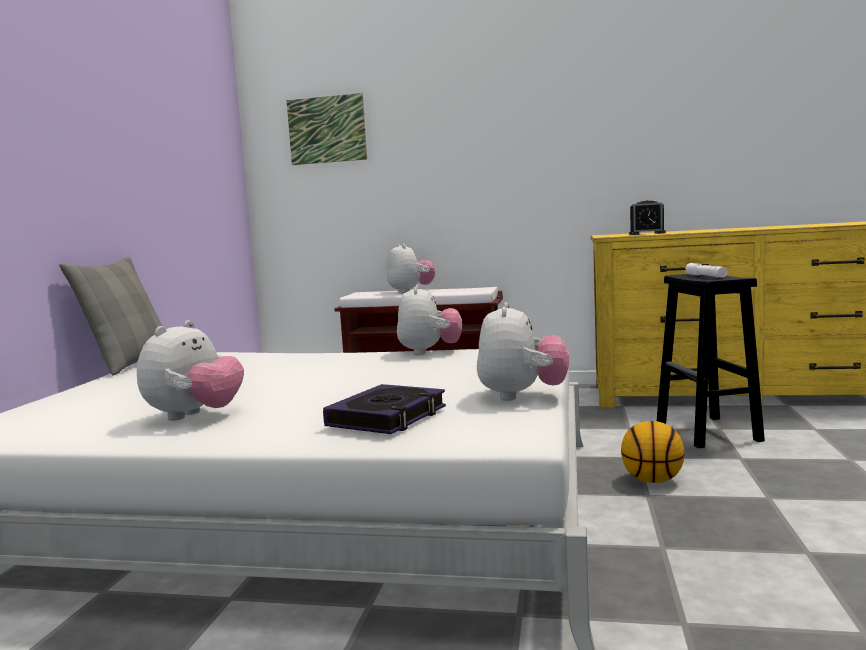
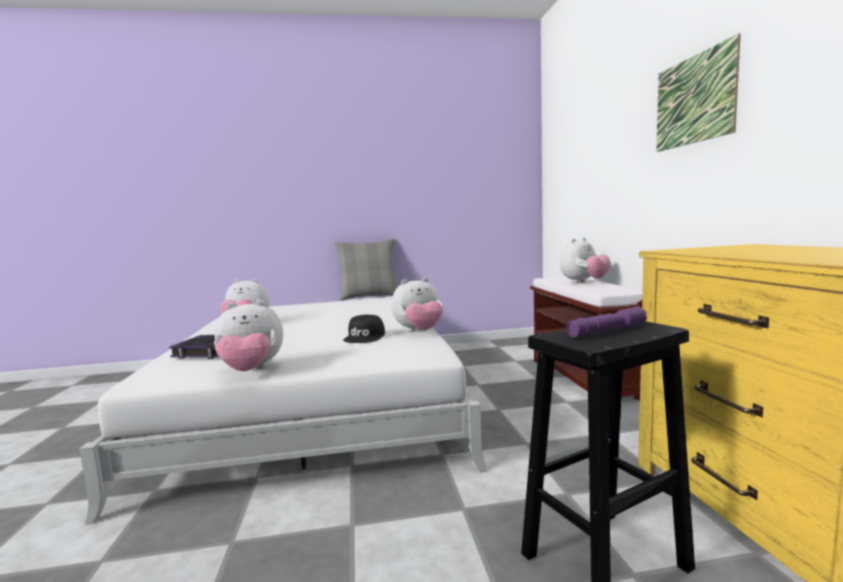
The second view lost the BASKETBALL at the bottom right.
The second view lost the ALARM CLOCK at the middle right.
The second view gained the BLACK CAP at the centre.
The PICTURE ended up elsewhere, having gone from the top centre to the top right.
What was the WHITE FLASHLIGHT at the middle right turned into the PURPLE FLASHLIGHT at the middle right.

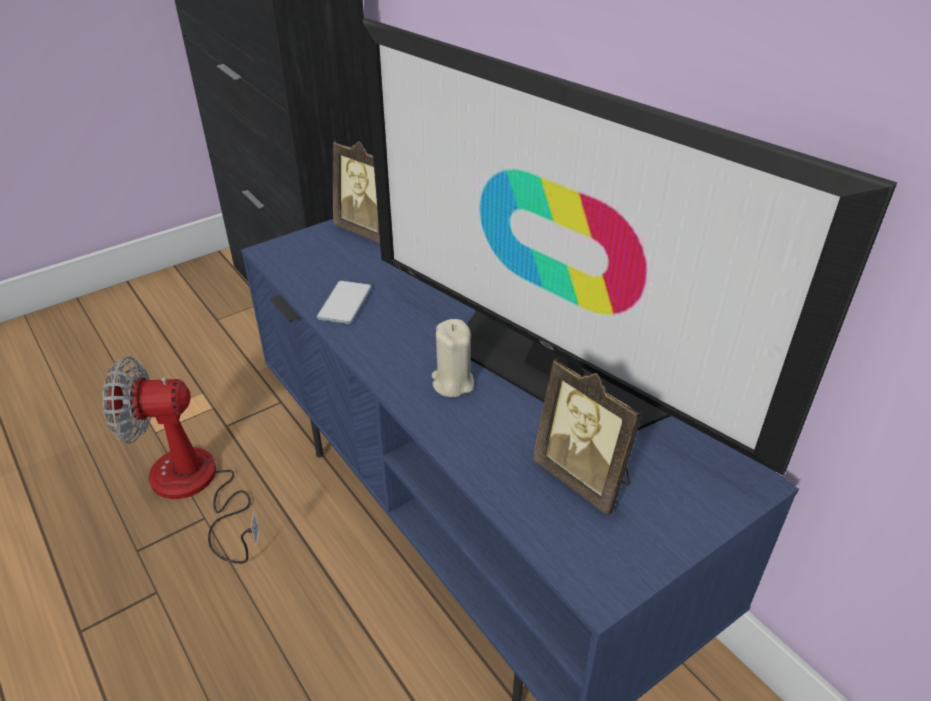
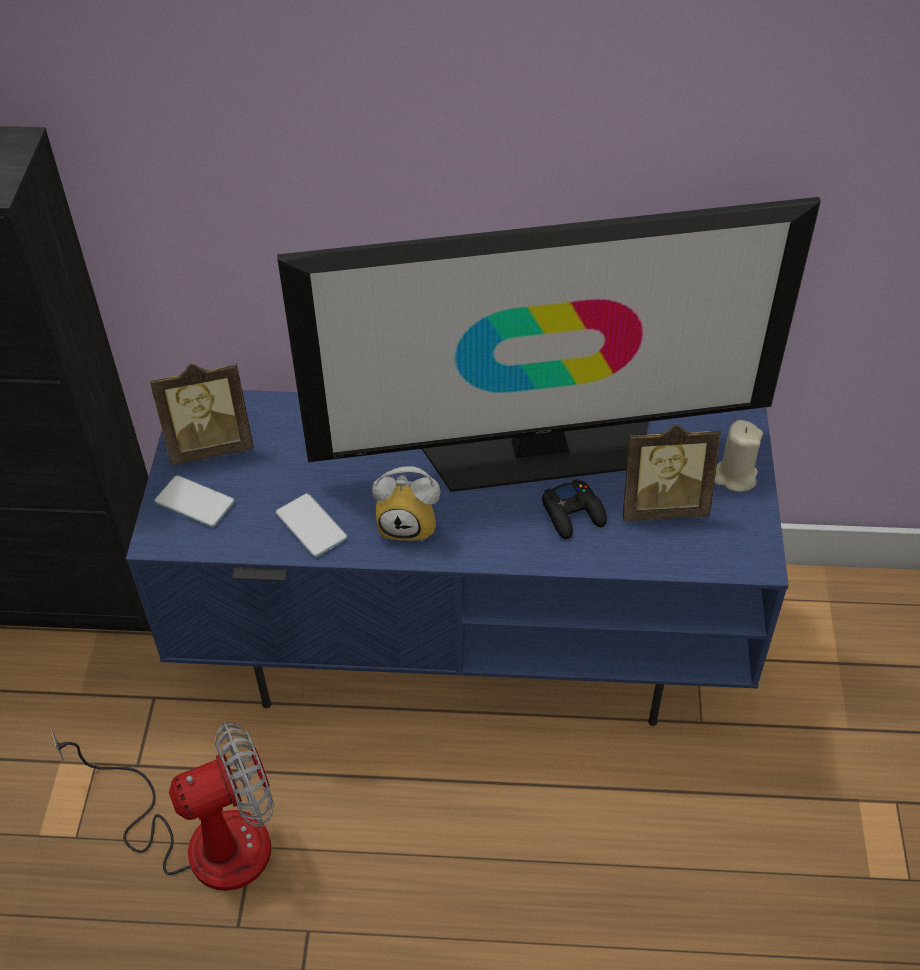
The second view gained the PHONE (1st from left) at the middle left.
The second view gained the ALARM CLOCK at the centre.
The second view gained the BLACK GAME CONTROLLER at the centre.
The BEIGE CANDLE ended up elsewhere, having gone from the centre to the middle right.
The FAN at the middle left ended up facing another way, 150 degrees counterclockwise from before.

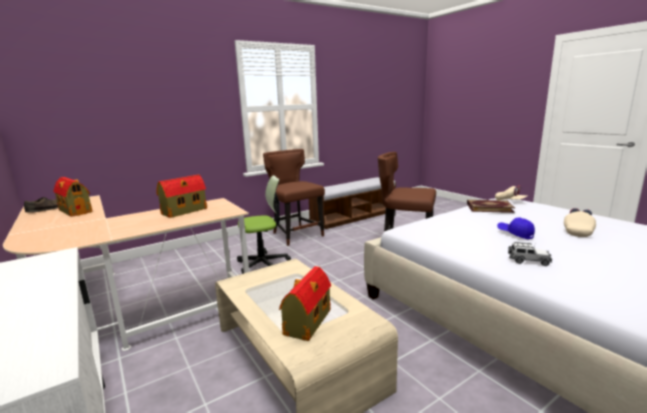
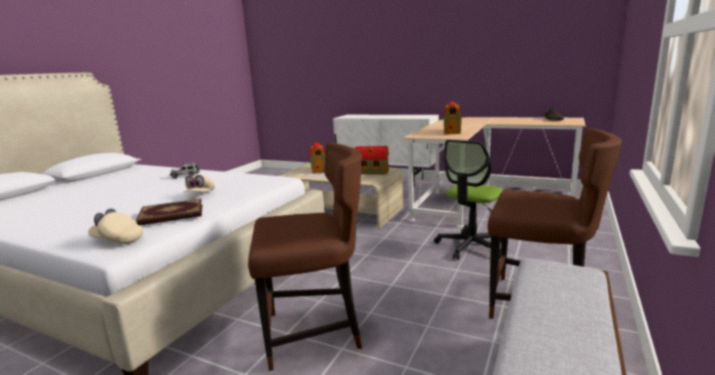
The second view lost the BLUE CAP at the middle right.
The TOY HOUSE (1st from left in the first image) ended up elsewhere, having gone from the middle left to the centre.
The BEIGE CAP (2nd from left) ended up elsewhere, having gone from the middle right to the middle left.

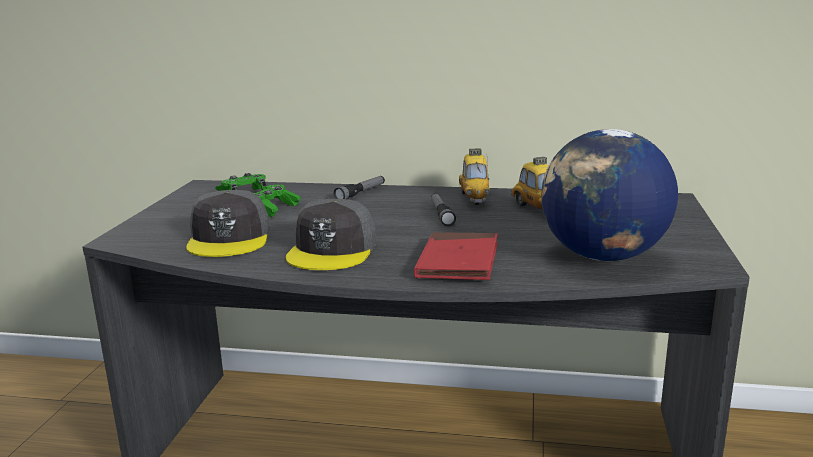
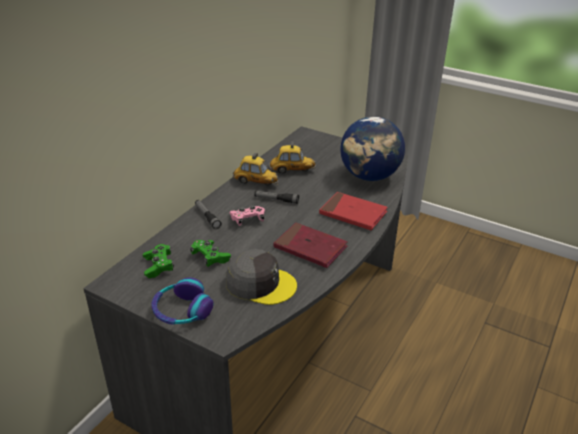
The second view gained the HEADPHONES at the bottom left.
The second view gained the PINK GAME CONTROLLER at the centre.
Where the GREY CAP (2nd from left) stood at the centre, the RED BOOK (1st from left) came to stand at the centre.

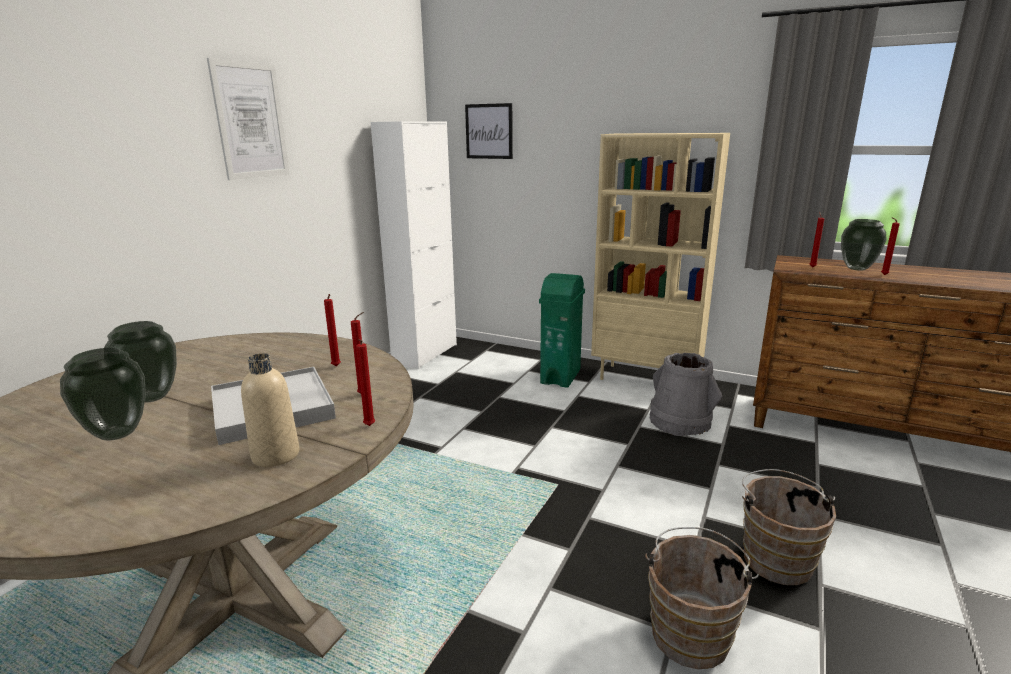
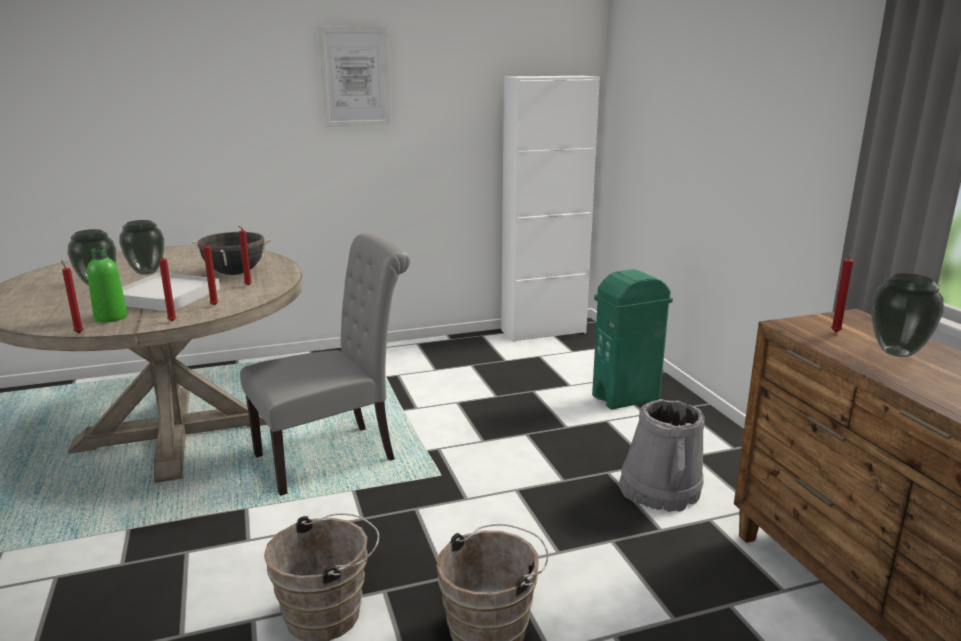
The second view lost the PICTURE (2nd from left) at the top centre.
The second view lost the BEIGE BOOKCASE at the centre.
The second view gained the BLACK COOKING POT at the middle left.
The second view gained the GREY CHAIR at the centre.
The RED CANDLE (5th from left in the first image) ended up elsewhere, having gone from the middle right to the middle left.
What was the BEIGE BOTTLE at the middle left turned into the GREEN BOTTLE at the middle left.

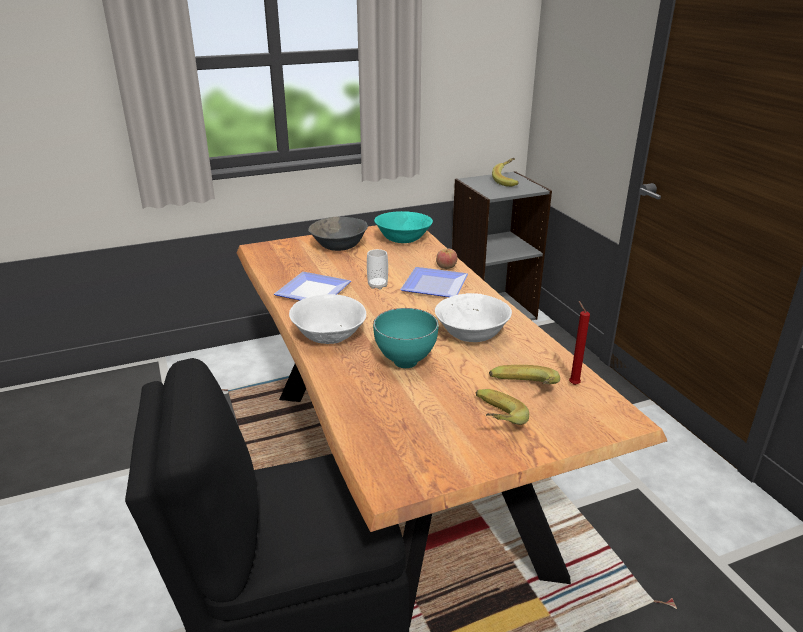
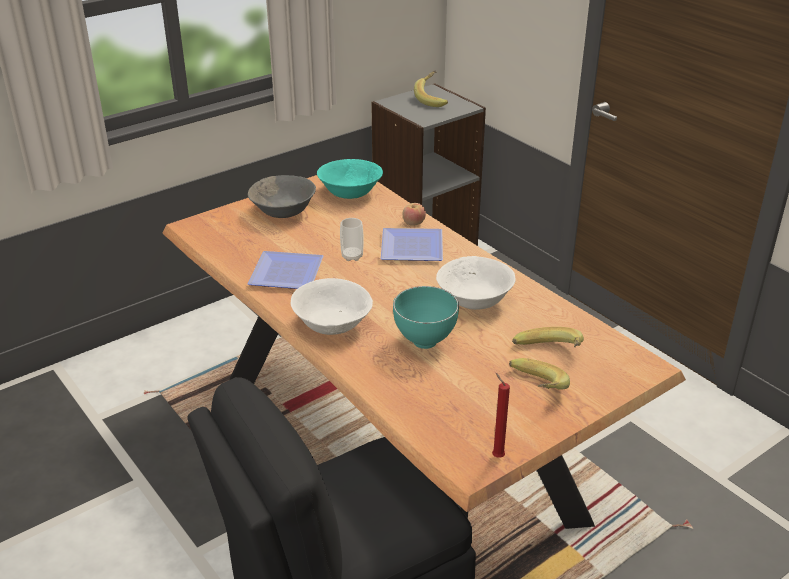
The RED CANDLE ended up elsewhere, having gone from the middle right to the bottom centre.

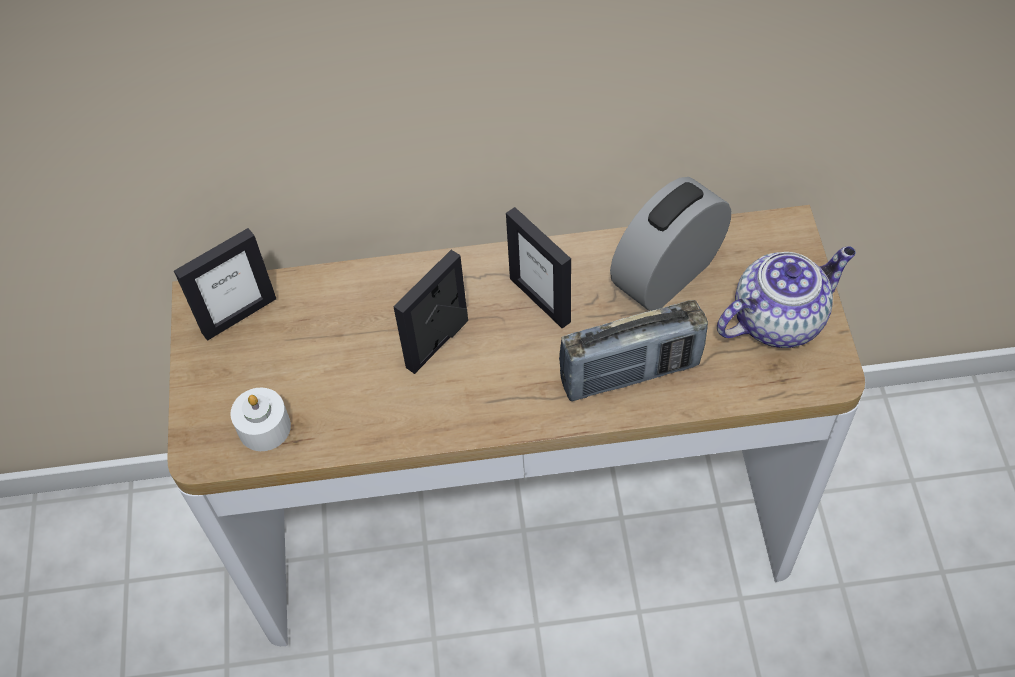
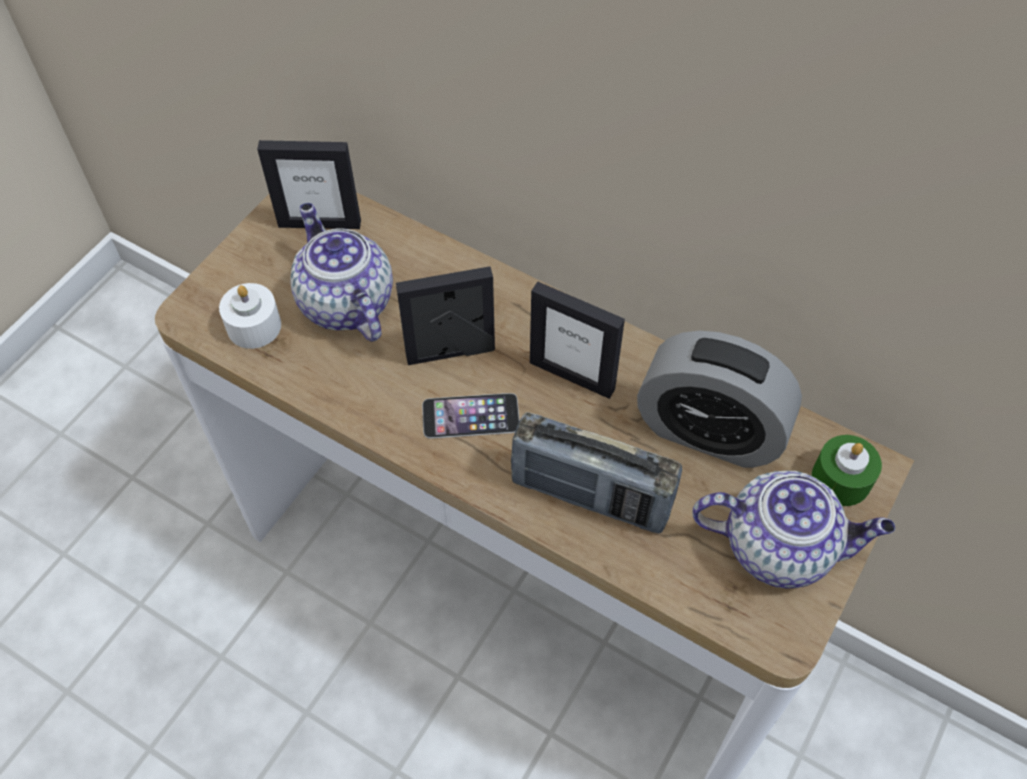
The second view gained the TEAPOT (1st from left) at the middle left.
The second view gained the PHONE at the centre.
The second view gained the GREEN CANDLE at the middle right.
The PICTURE FRAME (3rd from left) at the centre ended up facing another way, 60 degrees counterclockwise from before.
The ALARM CLOCK at the centre ended up facing another way, 150 degrees counterclockwise from before.

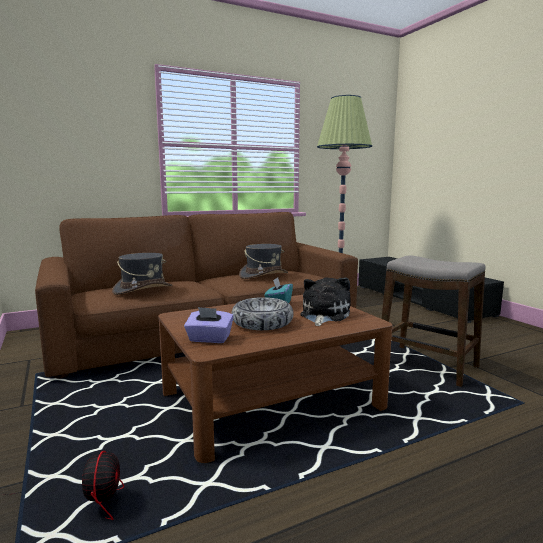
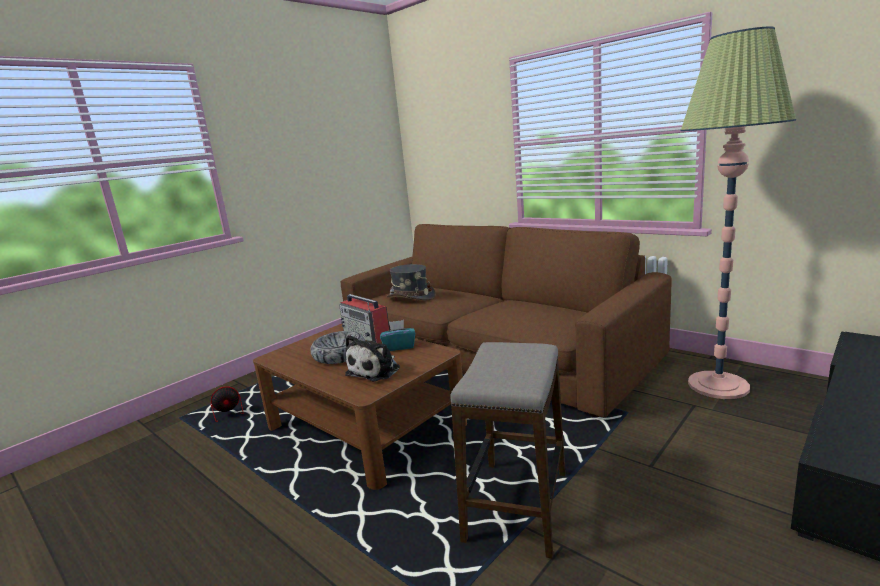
The second view lost the PURPLE TISSUE BOX at the centre.
The second view lost the GREY HAT (2nd from left) at the centre.
The second view gained the RADIO at the centre.
The PLUSH TOY at the centre ended up facing another way, 120 degrees clockwise from before.

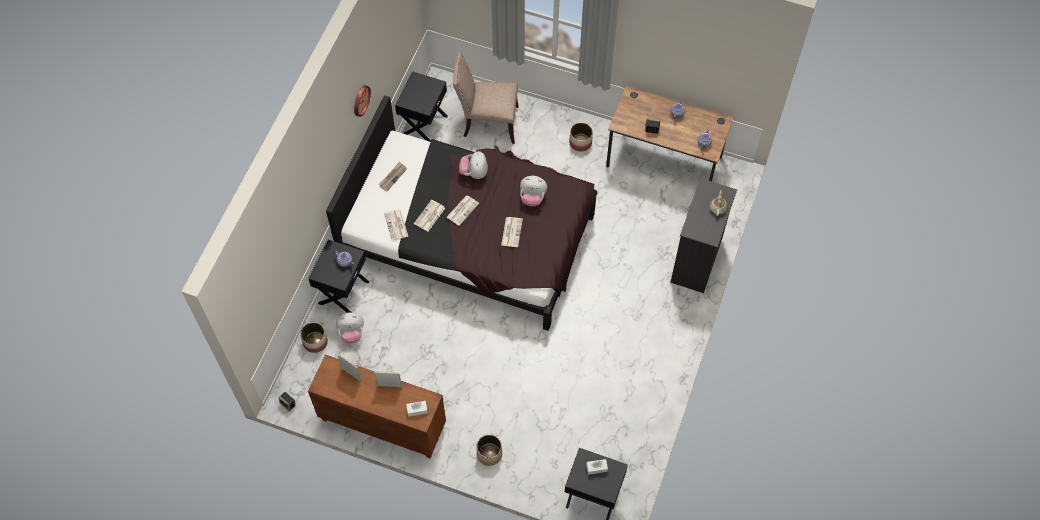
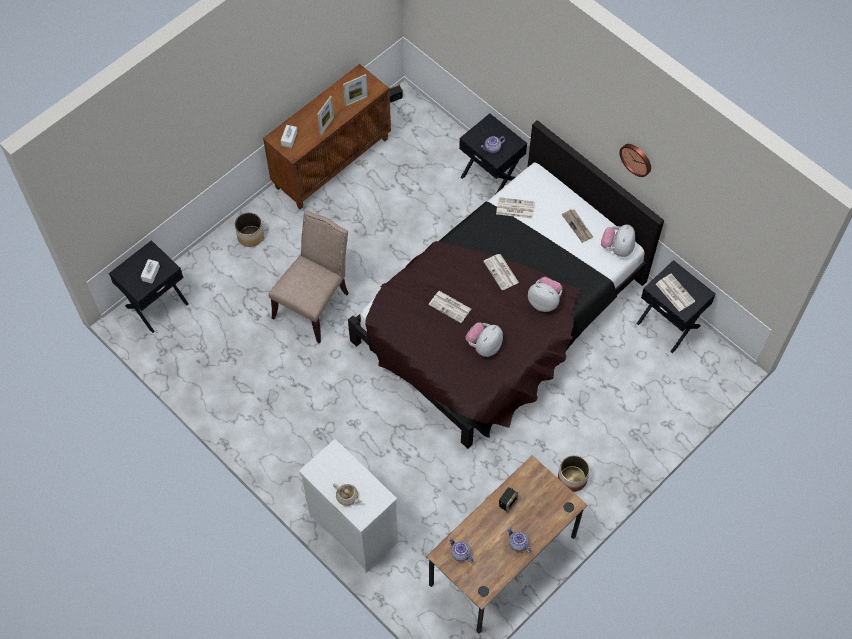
The second view lost the PLANTER (1st from left) at the middle left.
The PLUSH TOY (1st from left in the first image) ended up elsewhere, having gone from the centre to the middle right.
The NEWSPAPER (3rd from left in the first image) ended up elsewhere, having gone from the centre to the middle right.
The BEIGE CHAIR ended up elsewhere, having gone from the top centre to the centre.
What was the BLACK DRESSER at the middle right turned into the WHITE DRESSER at the bottom centre.

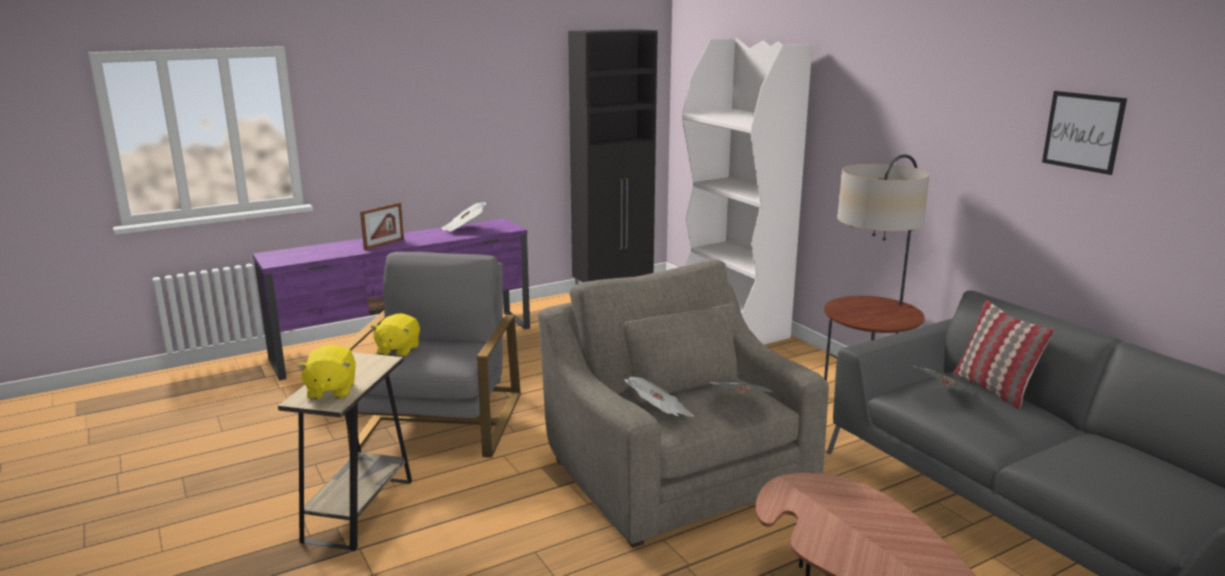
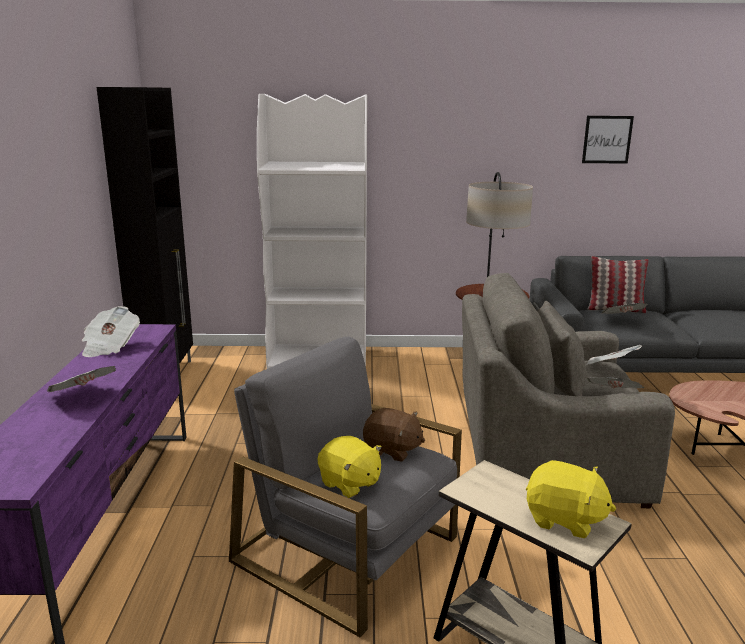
The second view gained the BROWN PLUSH TOY at the bottom centre.
Where the PICTURE FRAME stood at the middle left, the NEWSPAPER (1st from left) came to stand at the middle left.

